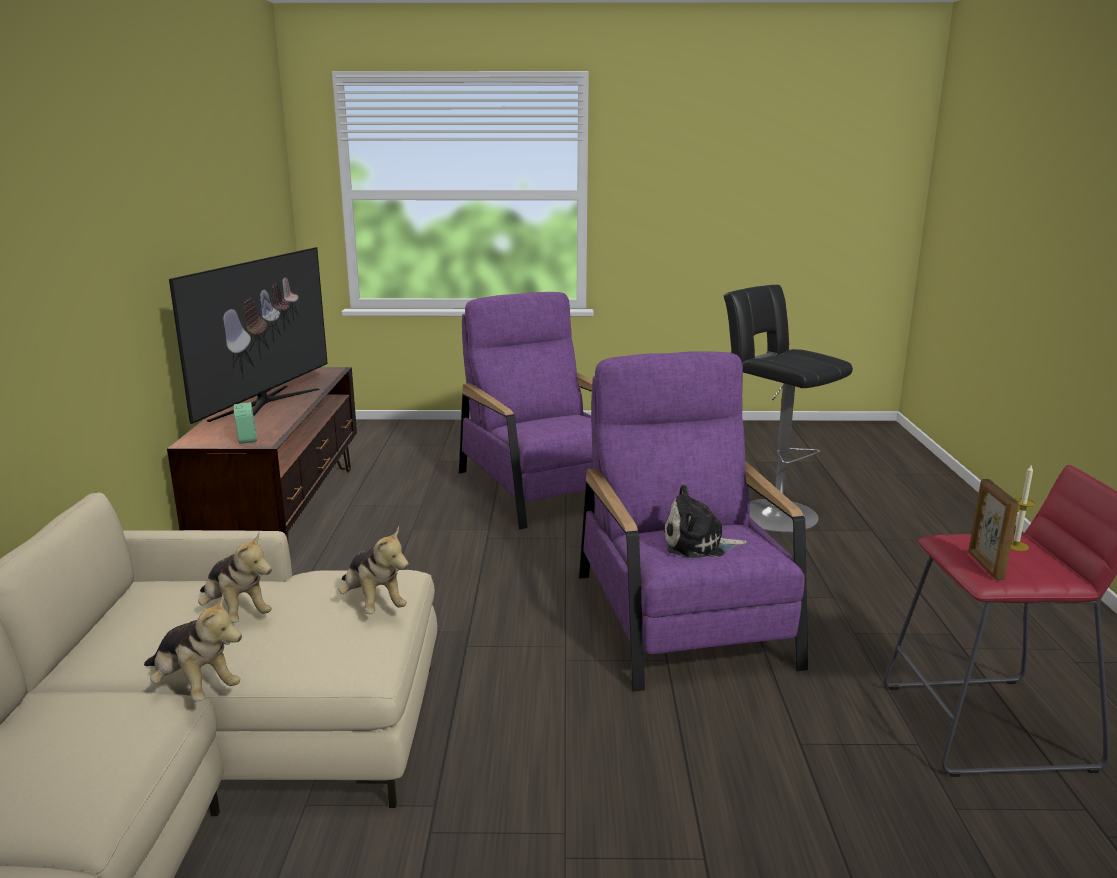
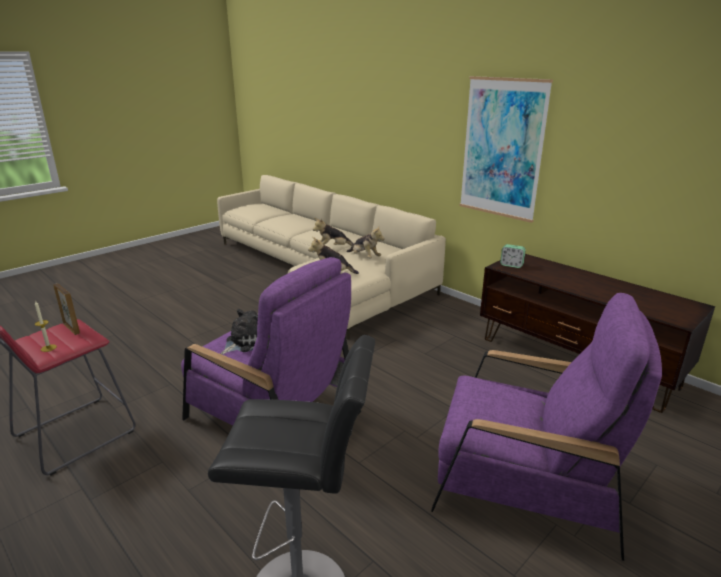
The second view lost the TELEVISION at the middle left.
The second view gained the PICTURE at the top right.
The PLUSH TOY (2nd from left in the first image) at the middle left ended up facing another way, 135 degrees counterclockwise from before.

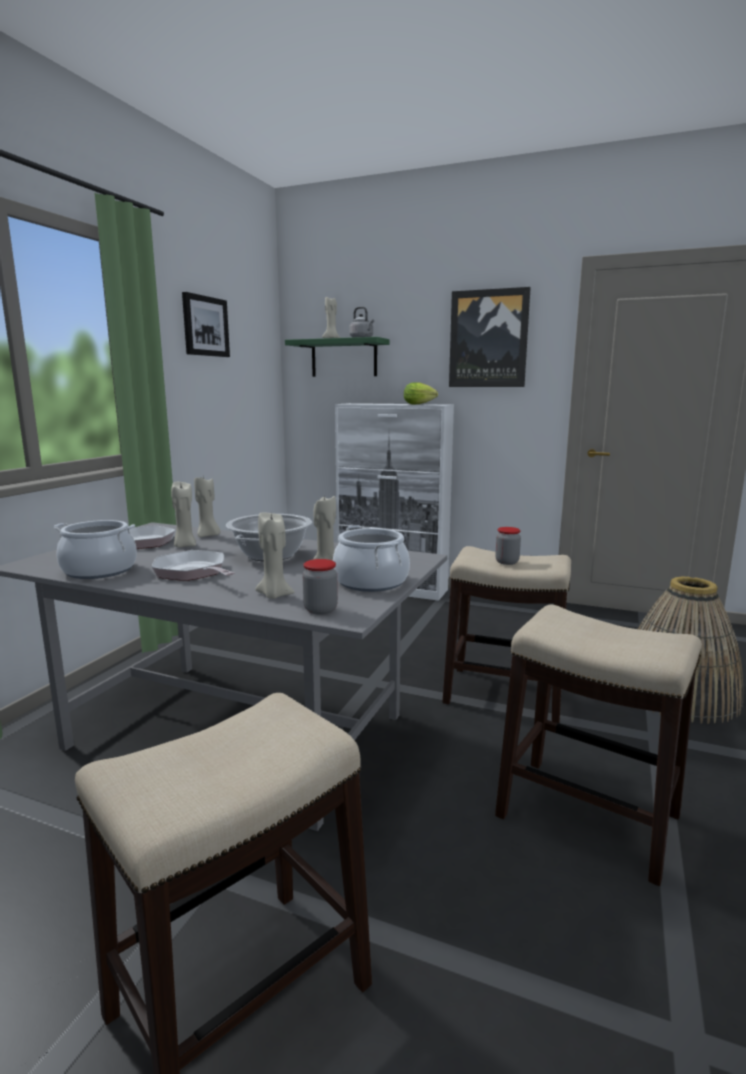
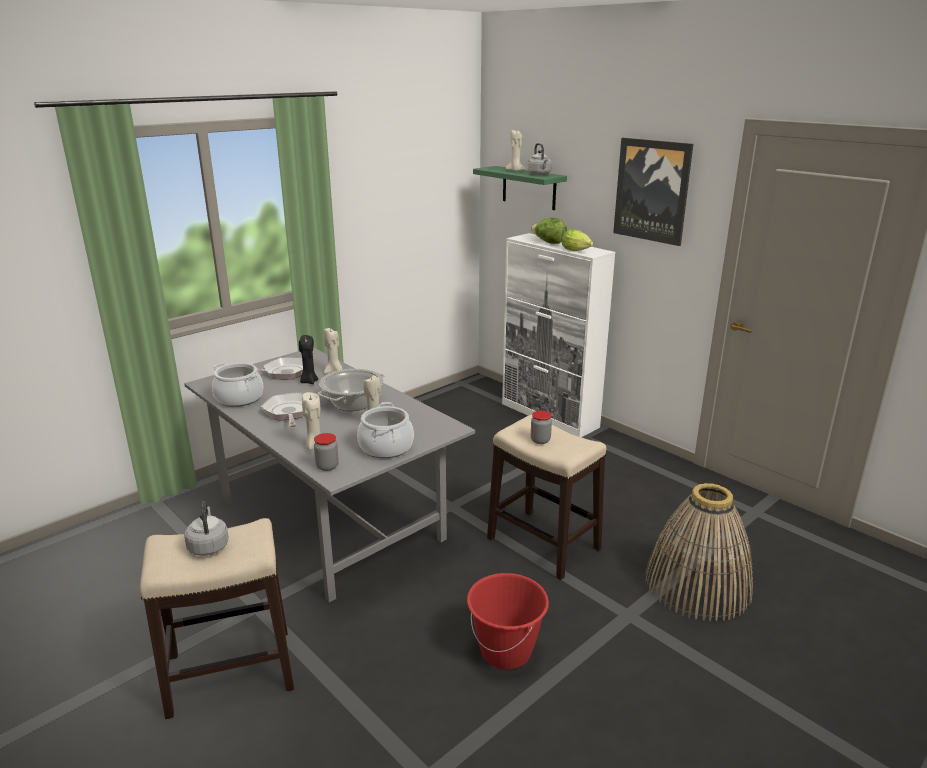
The second view lost the PICTURE (1st from left) at the top left.
The second view gained the GREY KETTLE (1st from left) at the bottom left.
The second view gained the LETTUCE (1st from left) at the top centre.
Where the STOOL (3rd from left) stood at the bottom right, the RED BUCKET came to stand at the bottom centre.
What was the BEIGE CANDLE (1st from left) at the middle left turned into the BLACK CANDLE at the middle left.

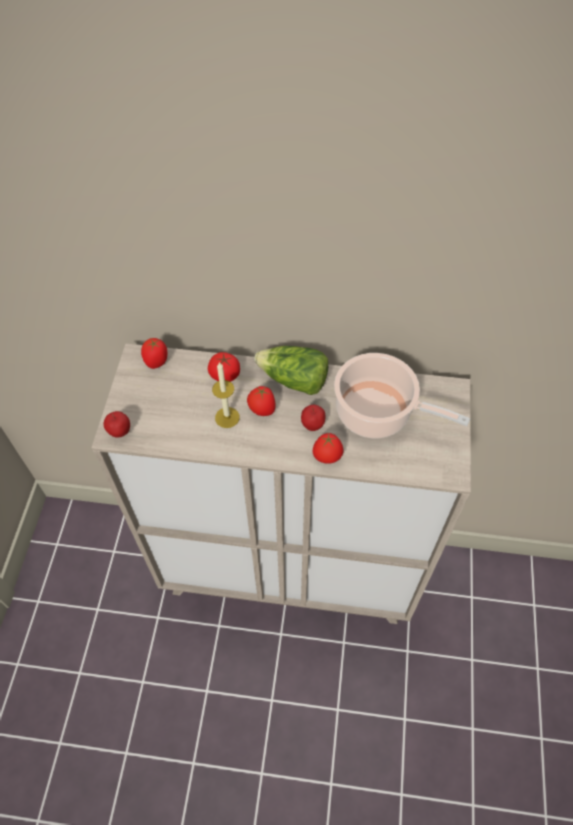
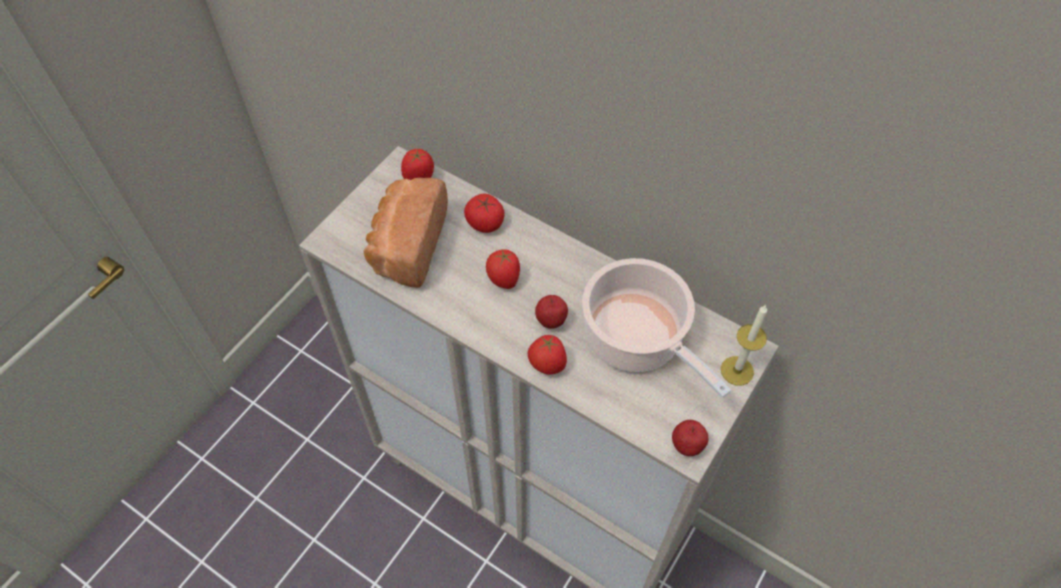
The second view lost the LETTUCE at the centre.
The second view gained the BREAD at the centre.
The APPLE (1st from left in the first image) ended up elsewhere, having gone from the middle left to the bottom centre.
The CANDLE ended up elsewhere, having gone from the centre to the middle right.

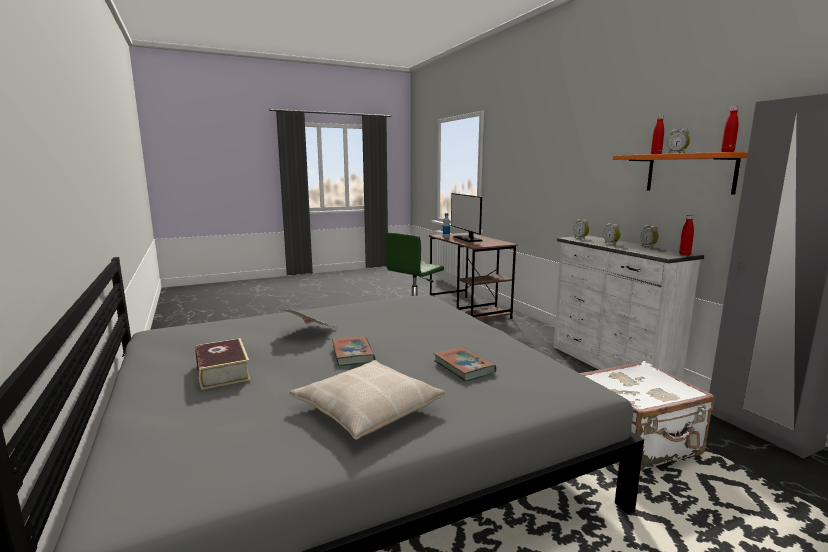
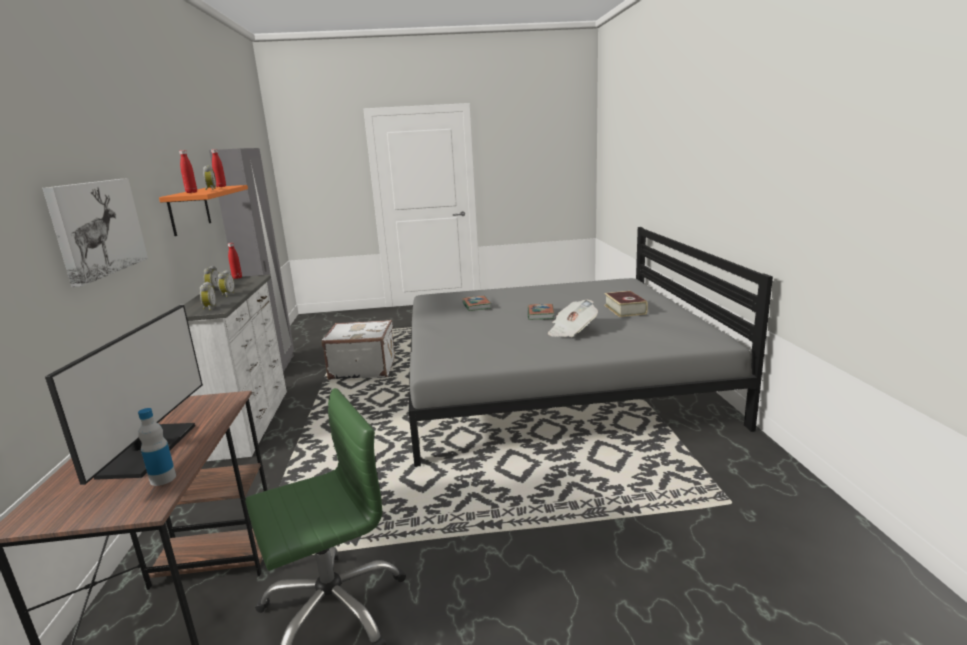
The second view lost the BEIGE PILLOW at the bottom centre.
The second view gained the PICTURE at the middle left.

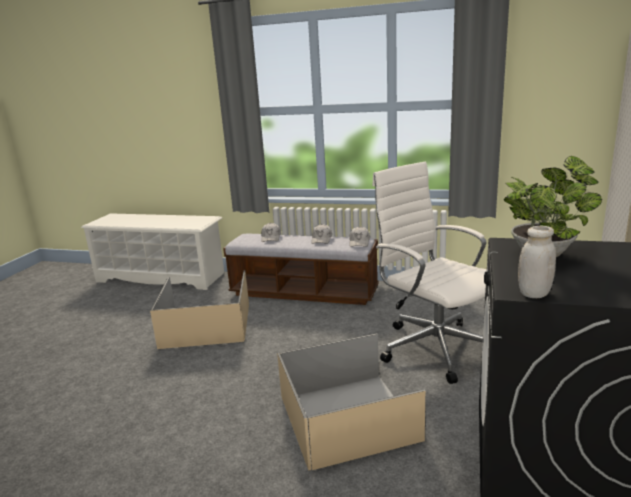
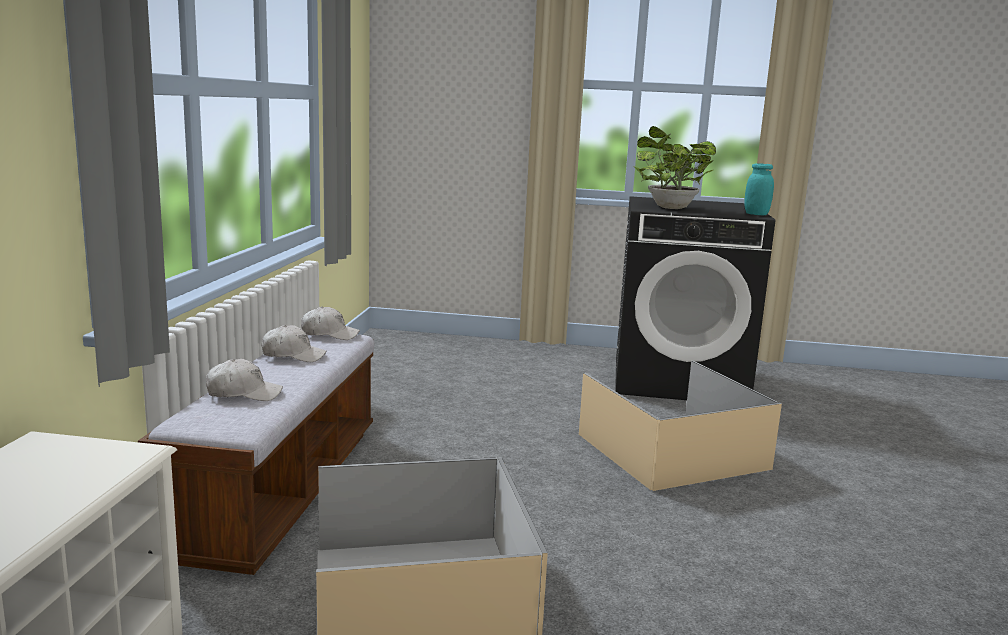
The second view lost the WHITE OFFICE CHAIR at the middle right.
What was the WHITE JAR at the middle right turned into the TURQUOISE JAR at the top right.

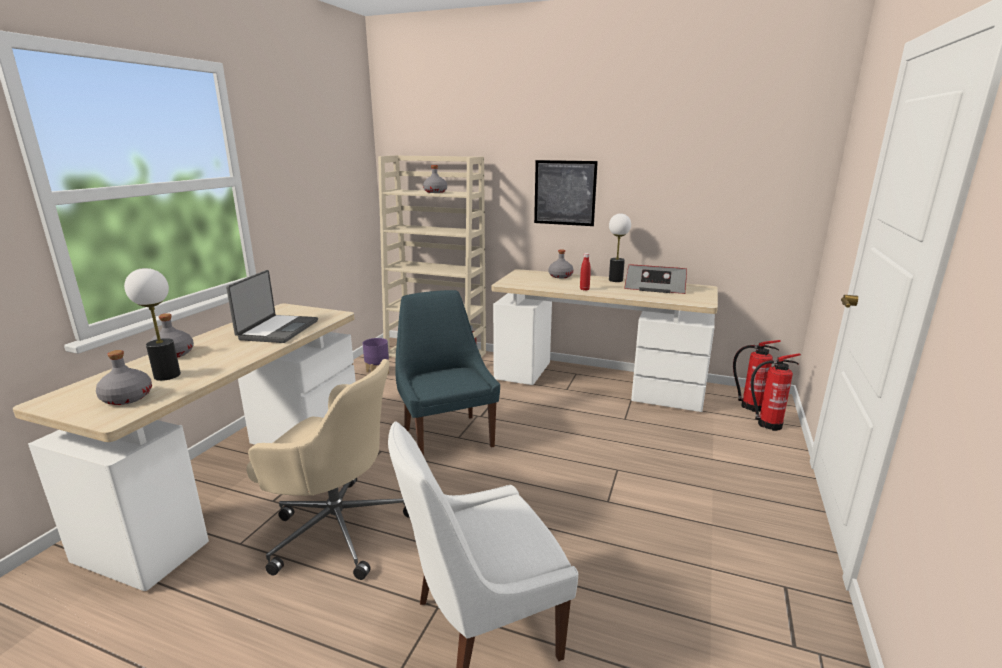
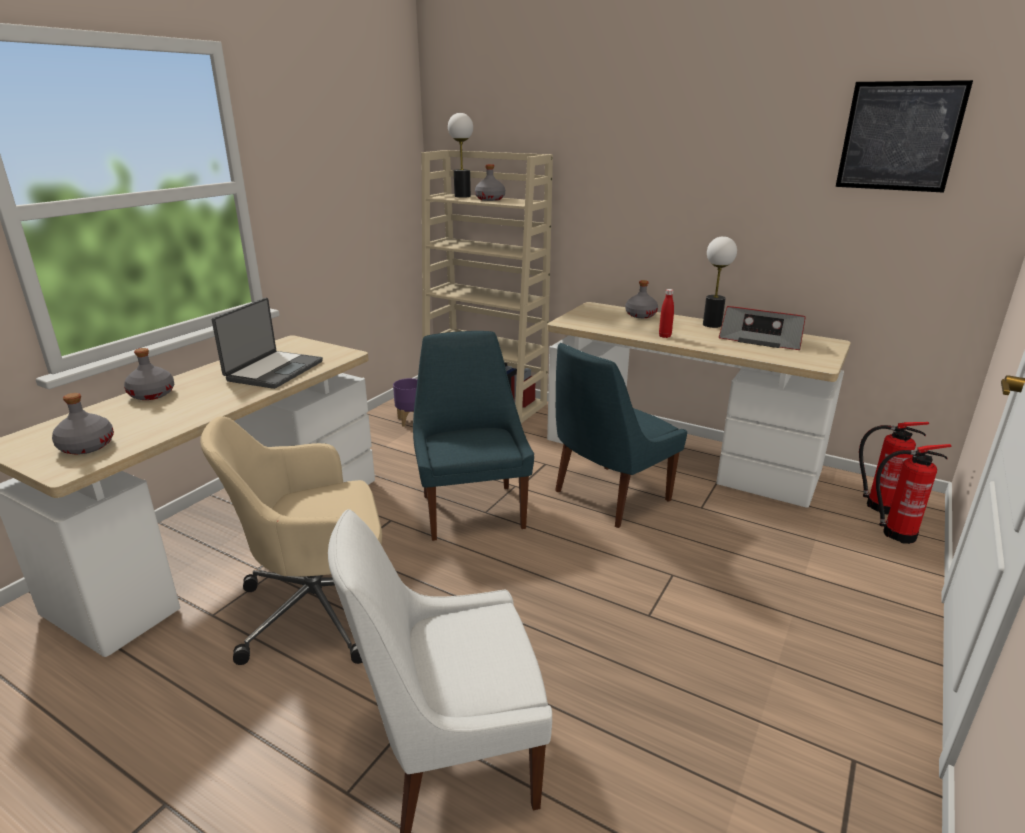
The second view gained the BLUE CHAIR (2nd from left) at the centre.
The TABLE LAMP (1st from left) ended up elsewhere, having gone from the middle left to the top centre.
The PICTURE ended up elsewhere, having gone from the top centre to the top right.
The BEIGE OFFICE CHAIR at the bottom left ended up facing another way, 135 degrees clockwise from before.

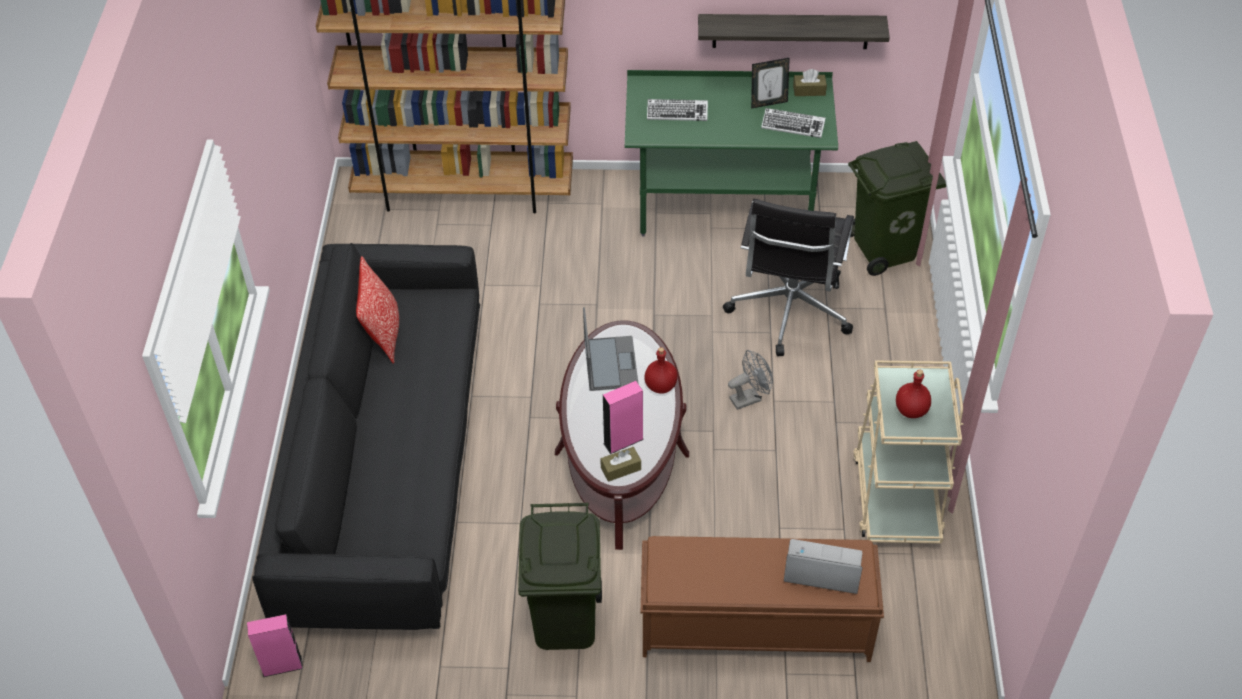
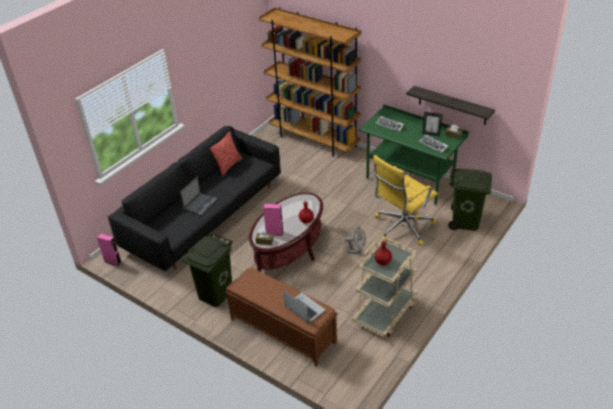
The LAPTOP (1st from left) ended up elsewhere, having gone from the centre to the middle left.
What was the BLACK OFFICE CHAIR at the centre turned into the YELLOW OFFICE CHAIR at the centre.

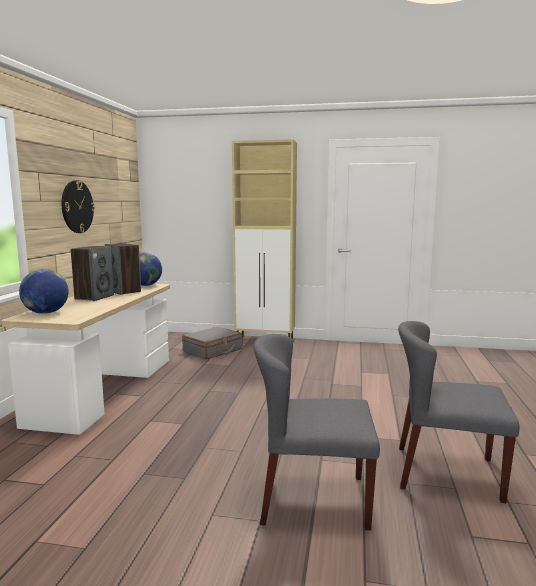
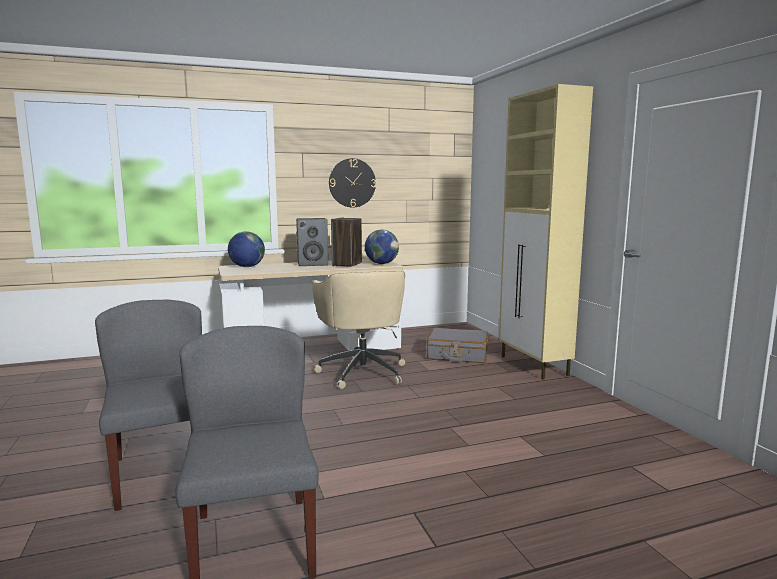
The second view gained the BEIGE OFFICE CHAIR at the centre.

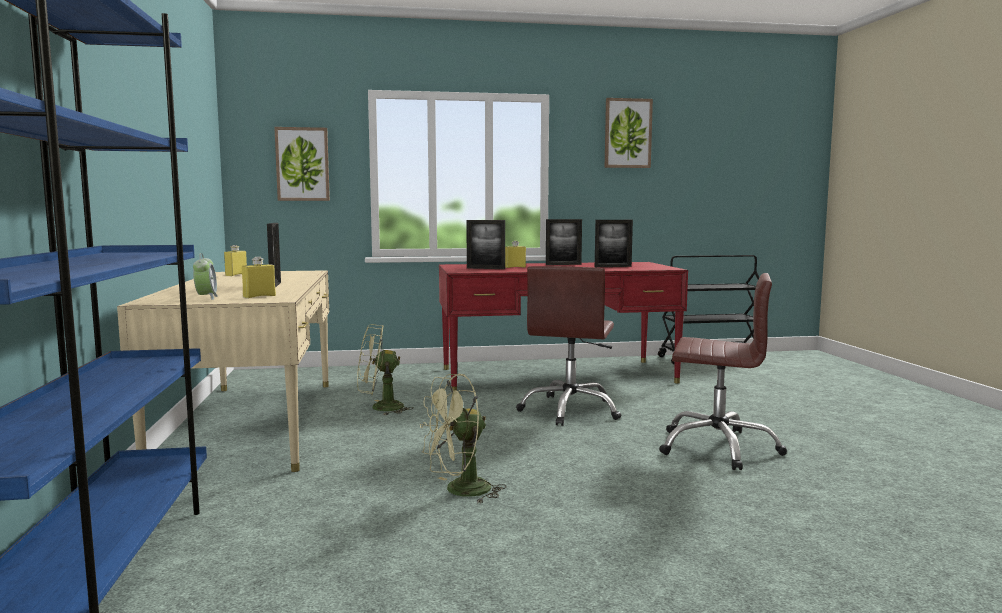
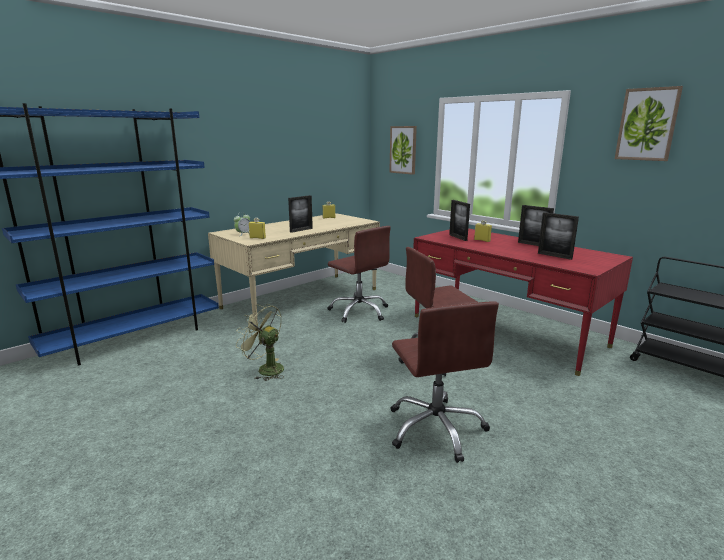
Where the GREEN FAN (1st from left) stood at the centre, the BROWN OFFICE CHAIR (1st from left) came to stand at the centre.

